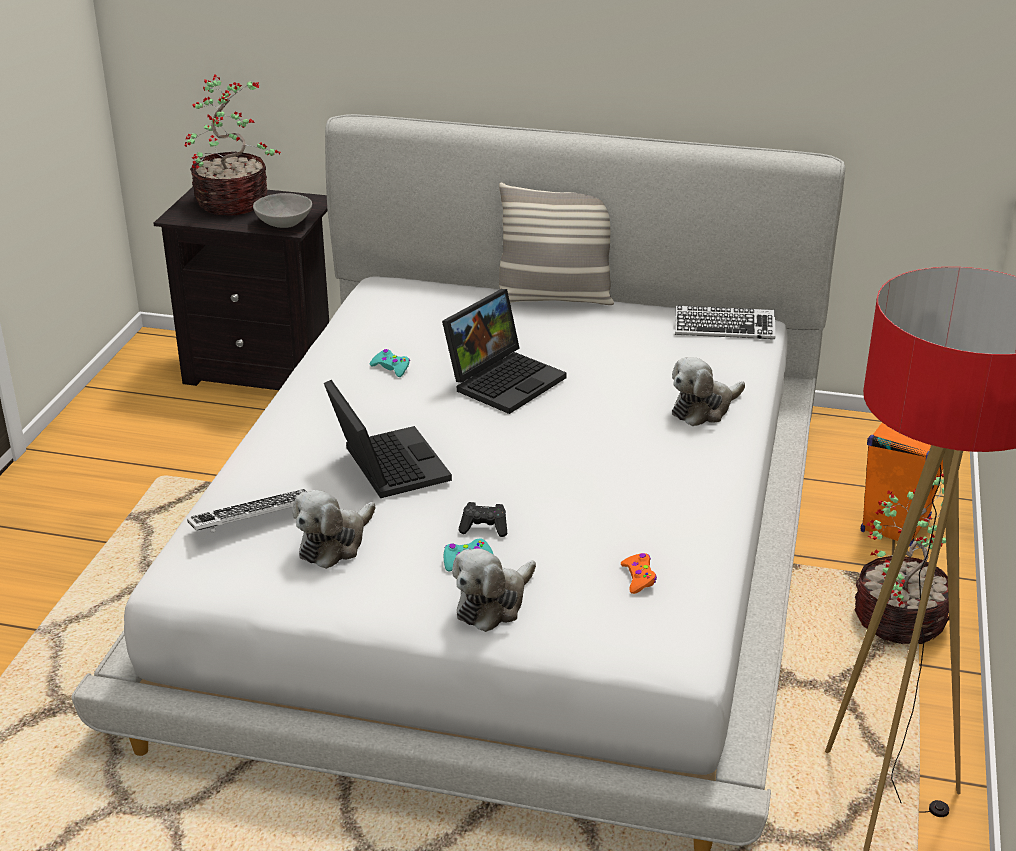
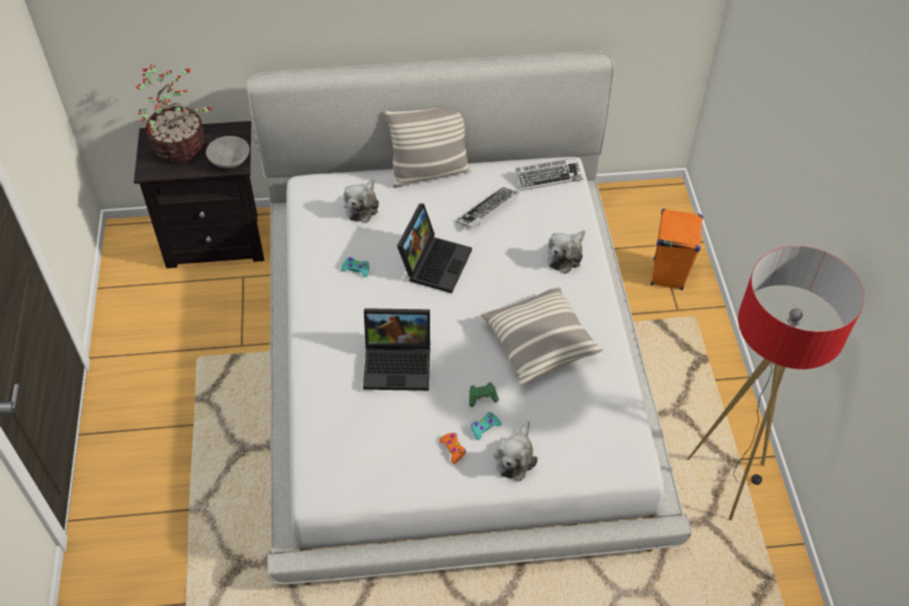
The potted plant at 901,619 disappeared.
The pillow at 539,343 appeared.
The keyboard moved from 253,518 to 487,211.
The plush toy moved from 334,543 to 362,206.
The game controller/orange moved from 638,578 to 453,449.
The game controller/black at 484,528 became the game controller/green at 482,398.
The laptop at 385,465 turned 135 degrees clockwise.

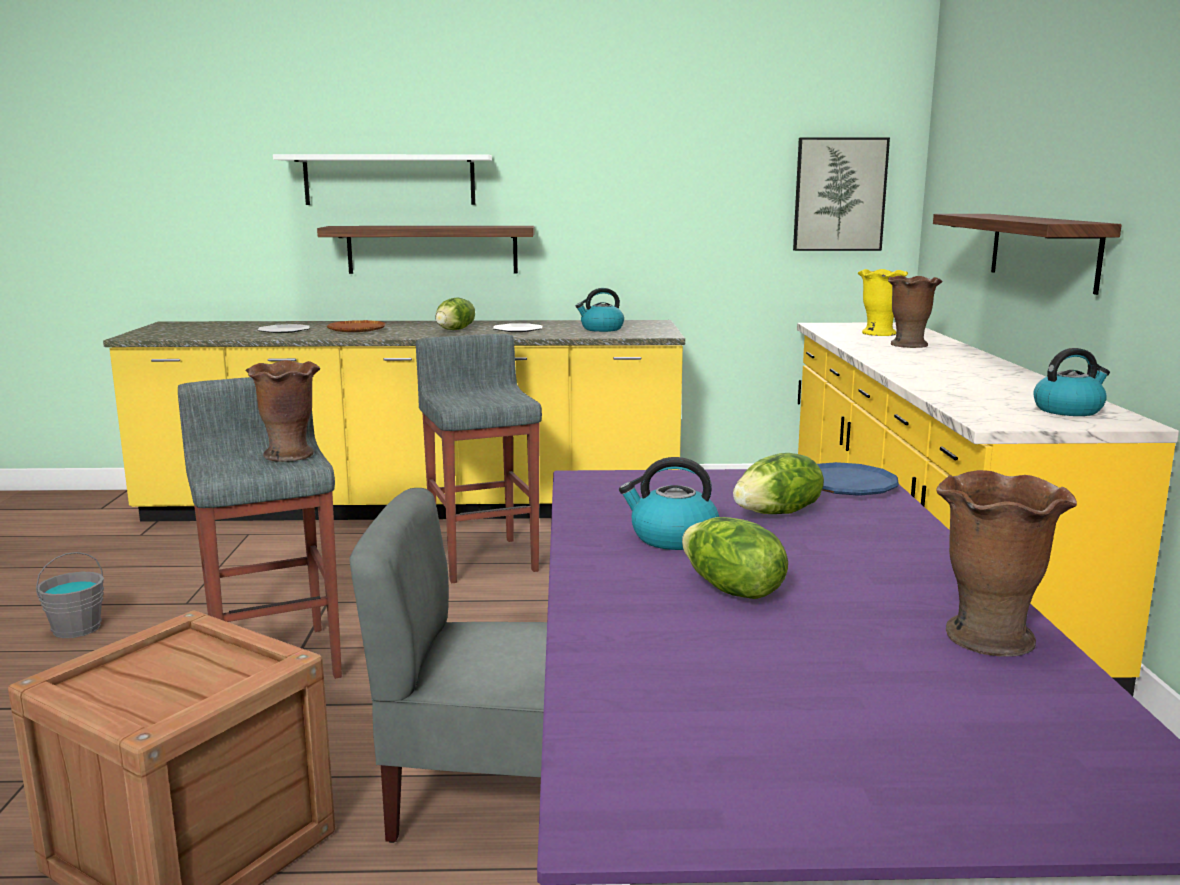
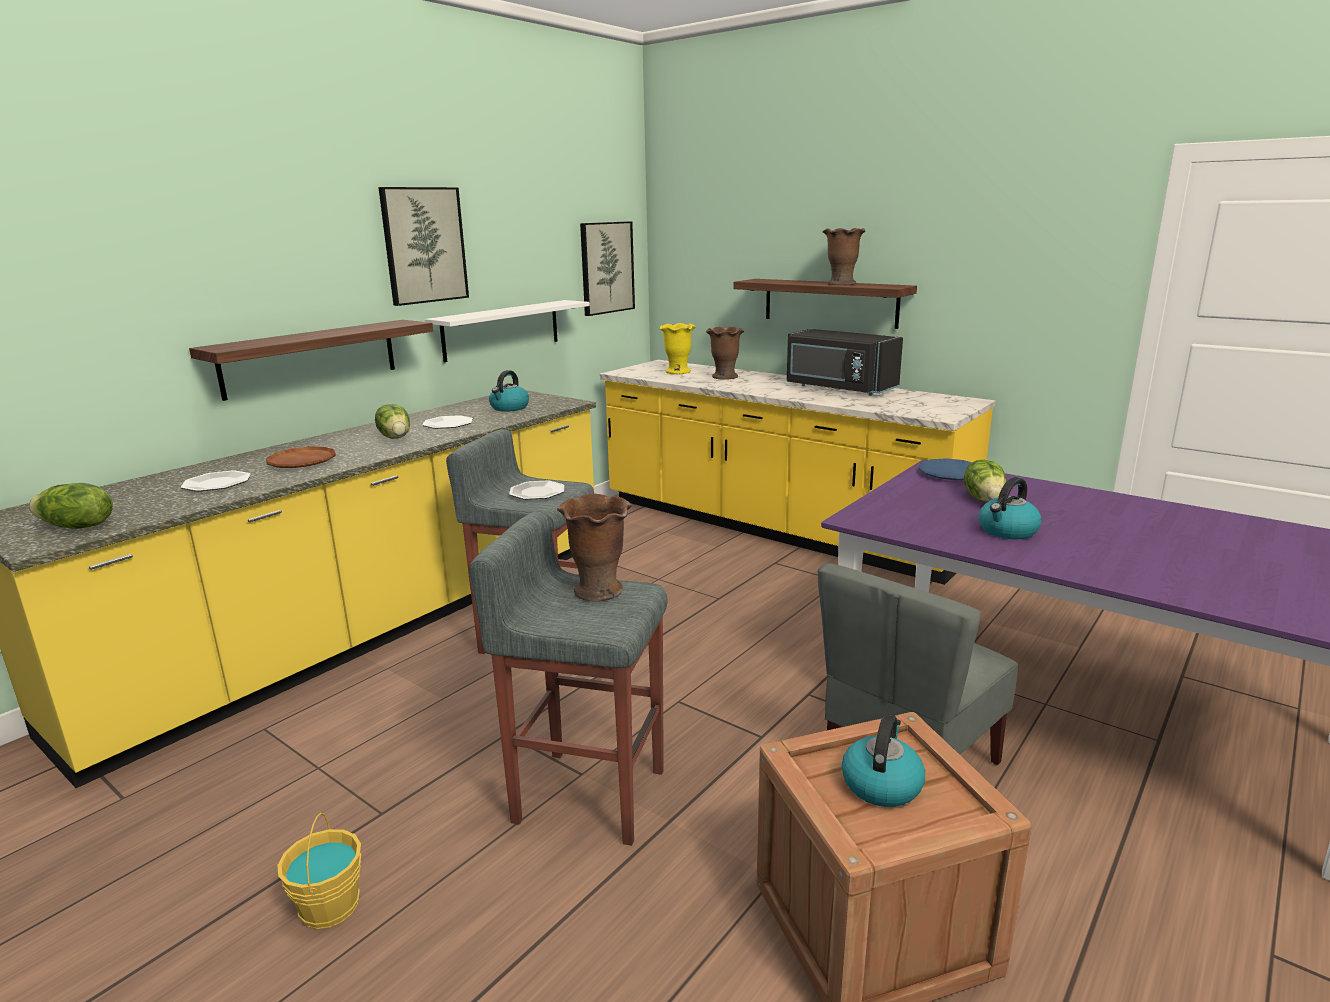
The picture at 424,245 appeared.
The plate at 537,492 appeared.
The microwave/black at 838,388 appeared.
The shelf/white moved from 389,180 to 502,330.
The lettuce moved from 730,589 to 77,527.
The vase/brown moved from 989,637 to 841,284.
The kettle moved from 1068,410 to 881,784.
The bucket/grey at 76,628 became the bucket/yellow at 329,906.

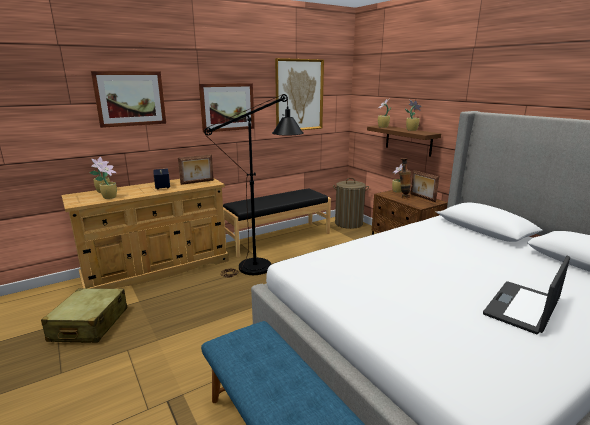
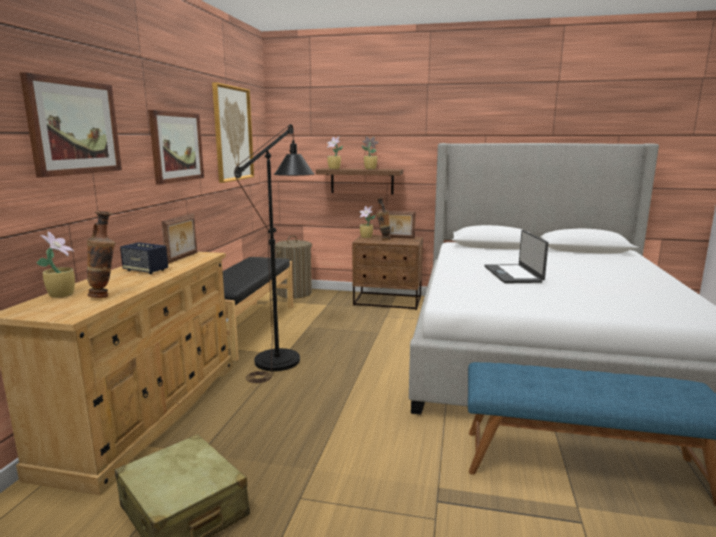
The laptop moved from 523,307 to 513,274.
The potted plant at 110,197 was replaced by the vase at 105,296.

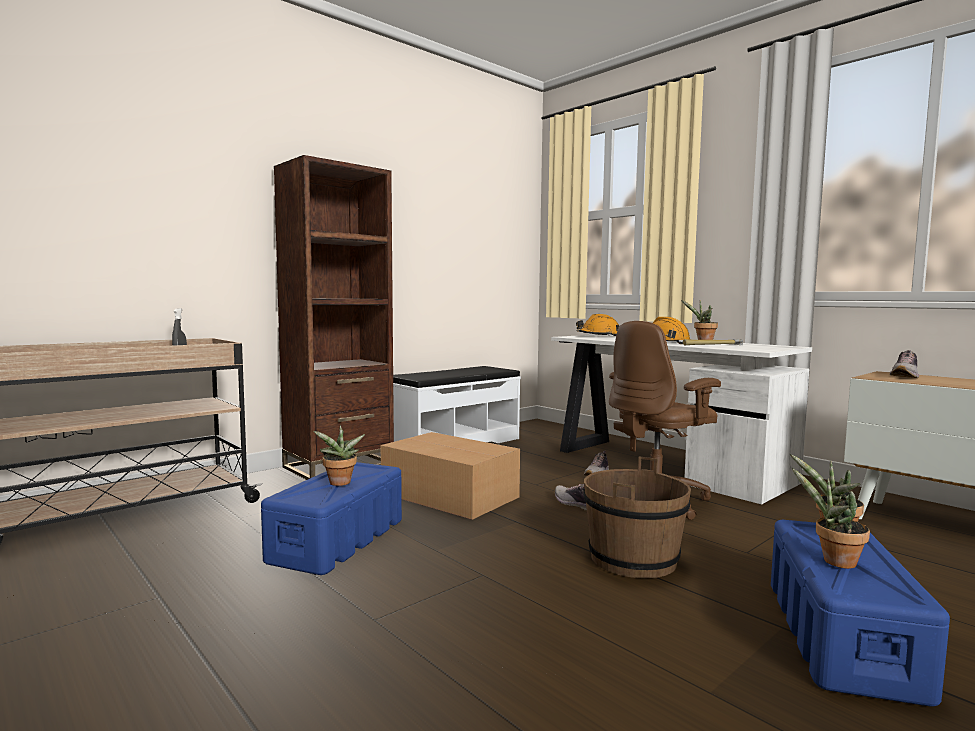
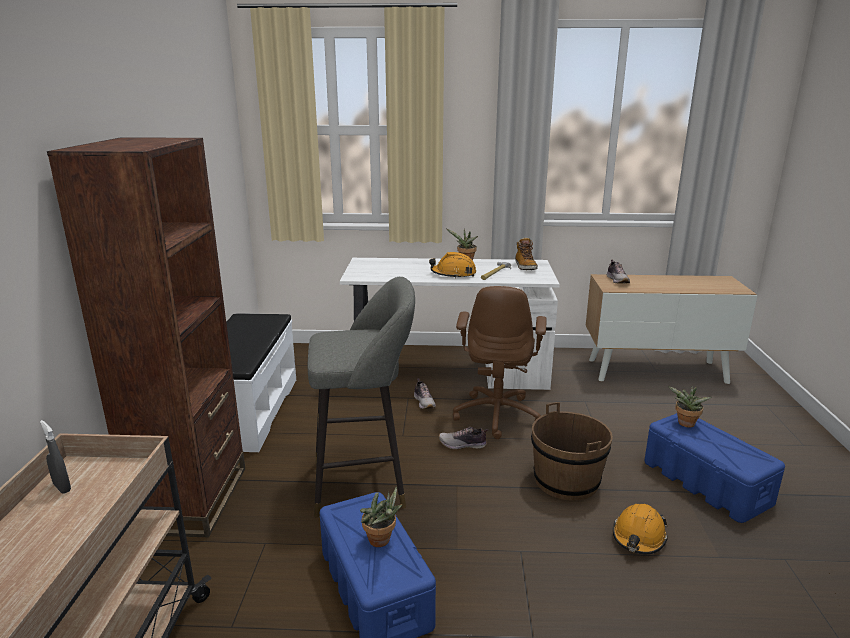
The potted plant at 834,561 disappeared.
The boot at 525,267 appeared.
The hard hat/orange moved from 598,336 to 638,537.
The cardboard box at 450,495 was replaced by the stool/grey at 365,483.

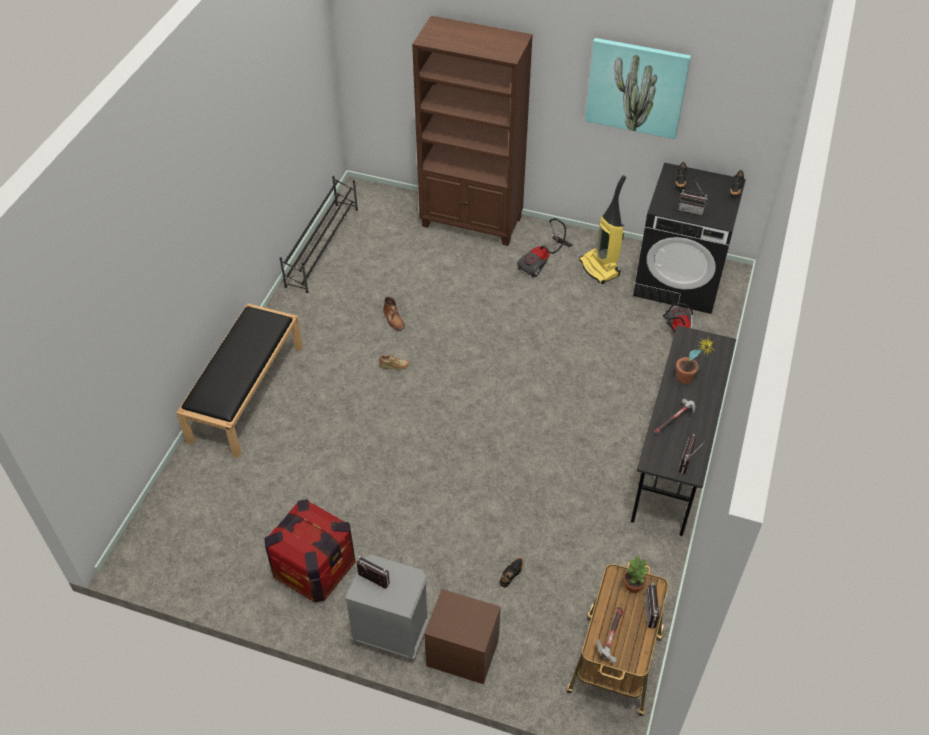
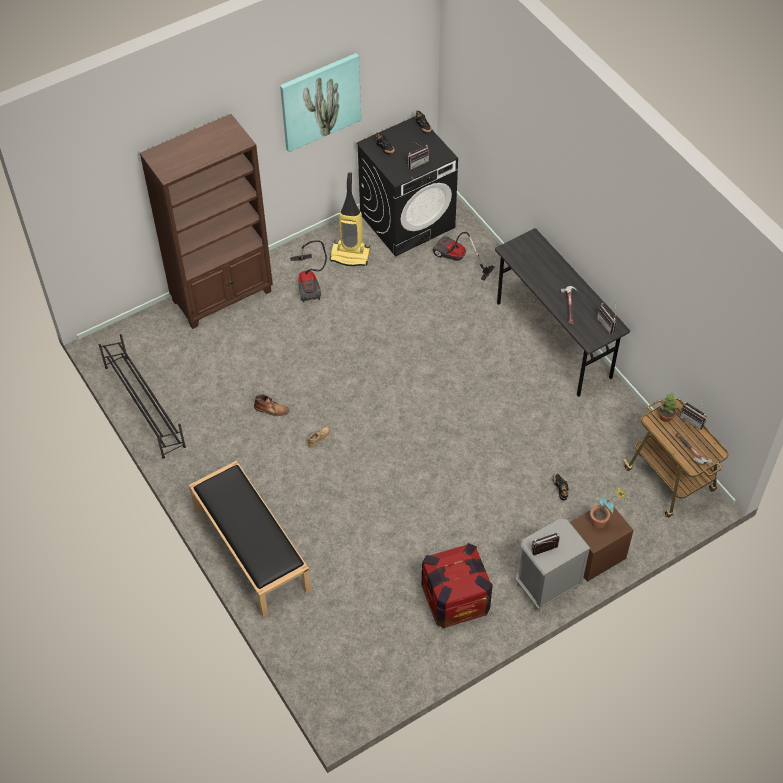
The potted plant moved from 687,381 to 603,523.

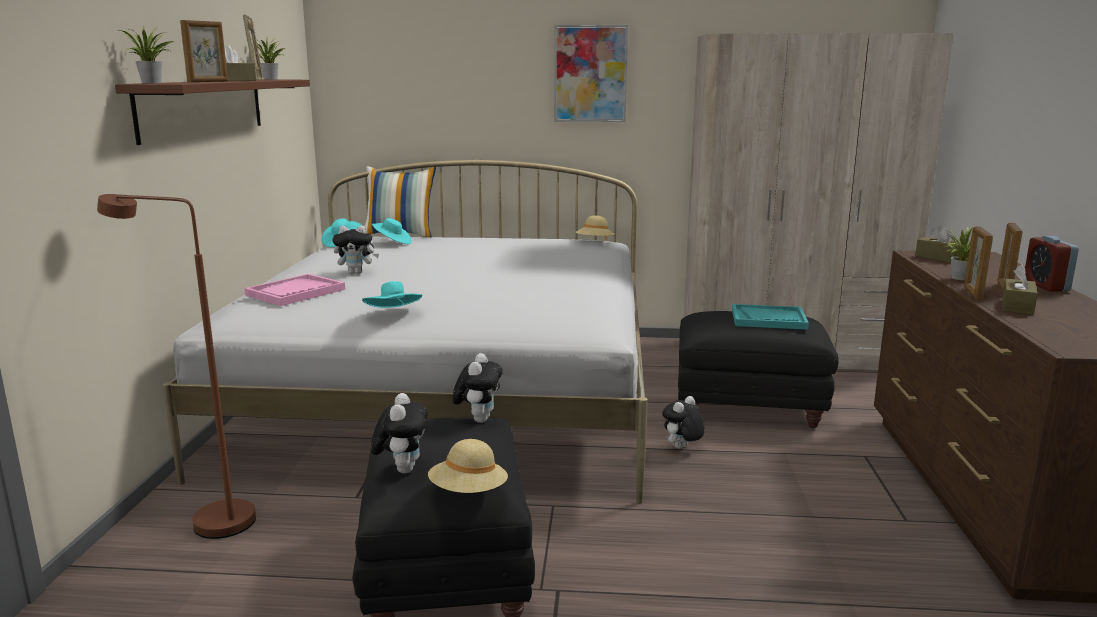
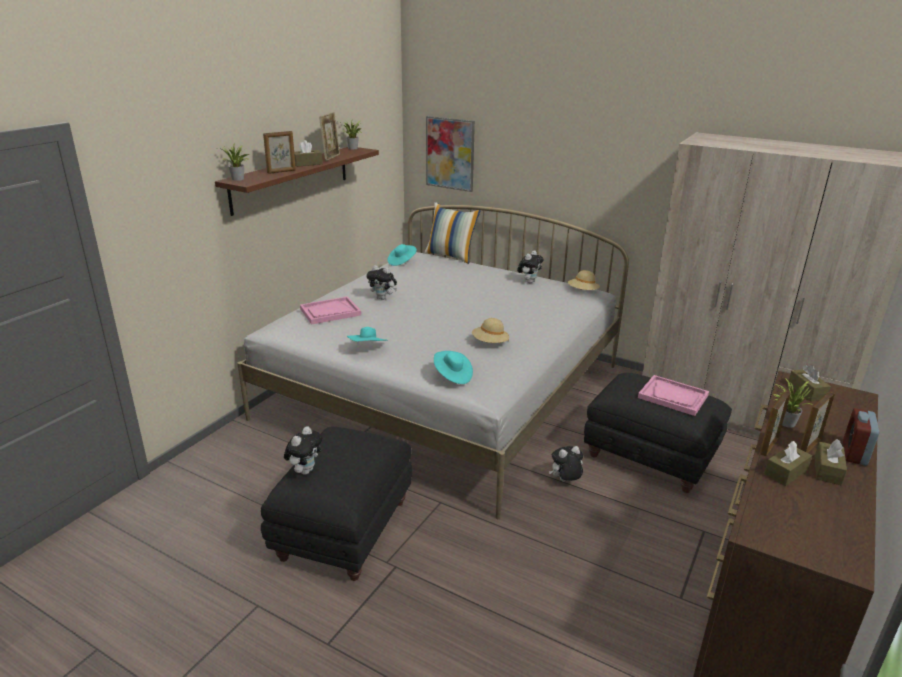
The floor lamp/brown at 208,521 disappeared.
The tissue box/brown at 827,470 appeared.
The hat/turquoise moved from 392,243 to 452,376.
The hat/beige moved from 468,493 to 490,343.
The plush toy moved from 478,419 to 529,281.
The picture moved from 590,74 to 450,153.
The tray/turquoise at 768,319 became the tray/pink at 673,397.

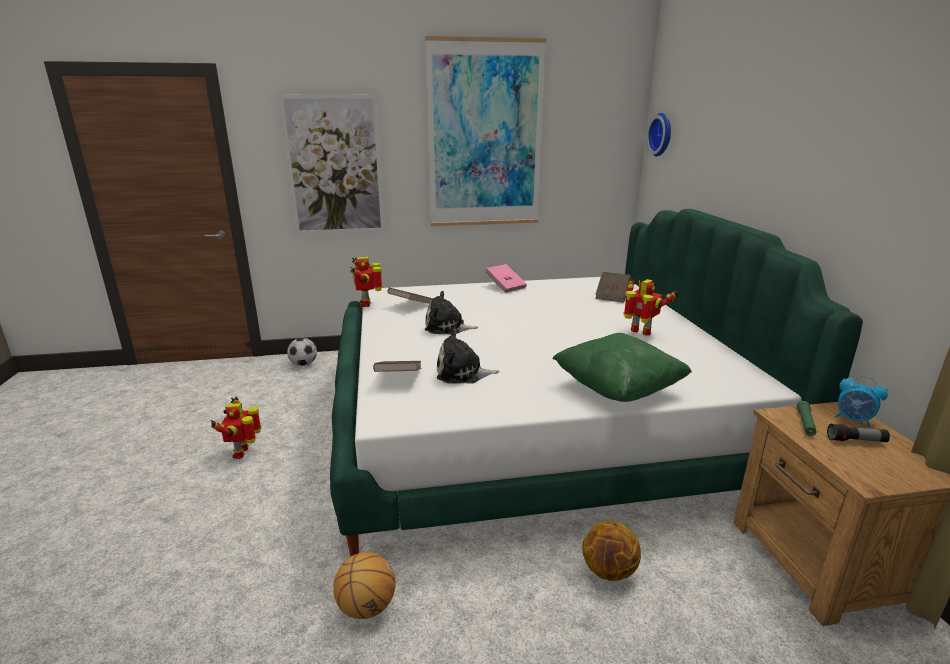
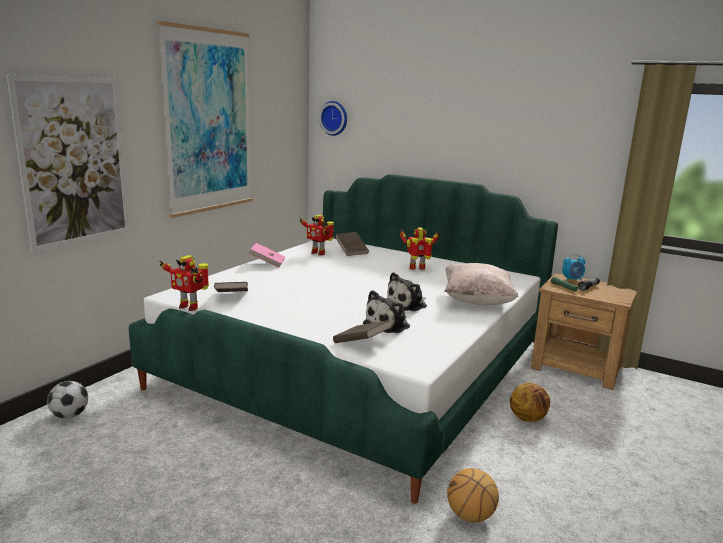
The toy robot moved from 243,452 to 318,253.
The plush toy moved from 447,327 to 408,304.
The pillow/green at 618,389 became the pillow/beige at 477,301.

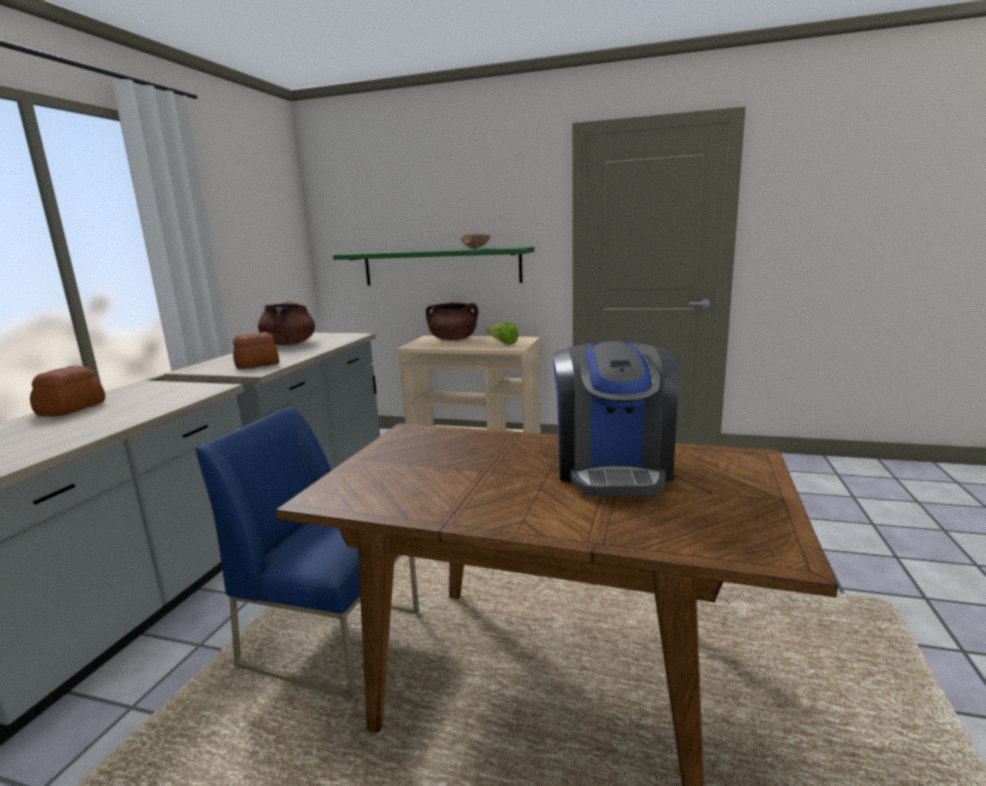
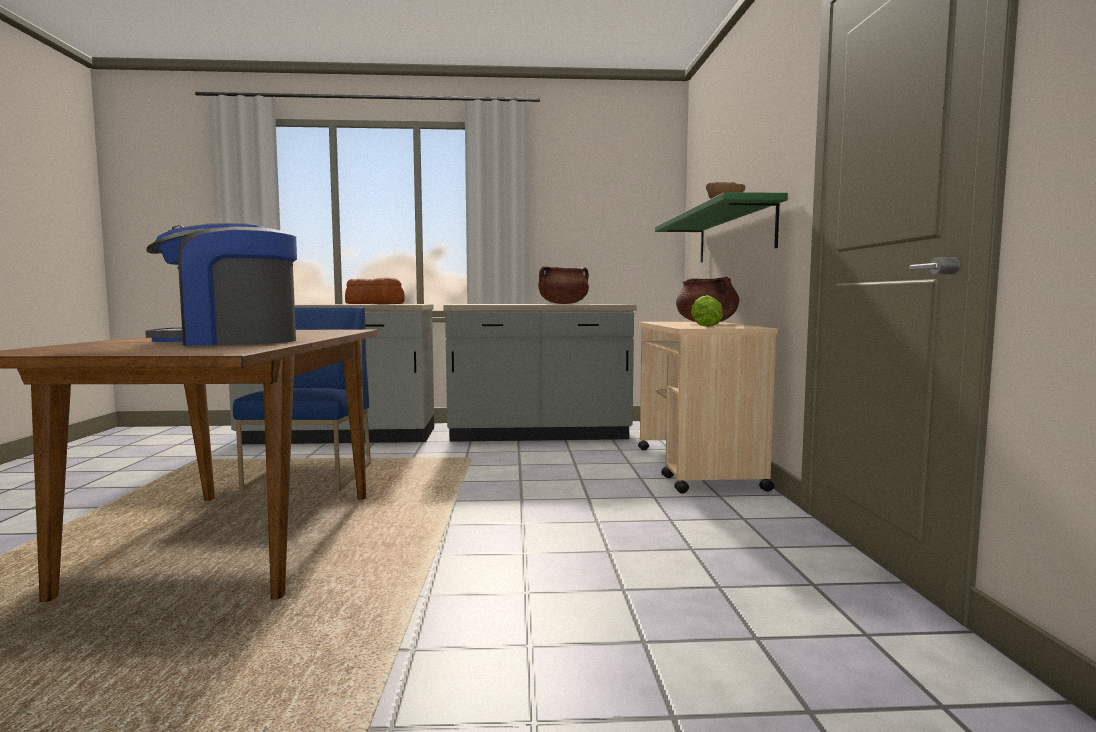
The bread moved from 256,365 to 386,304.

